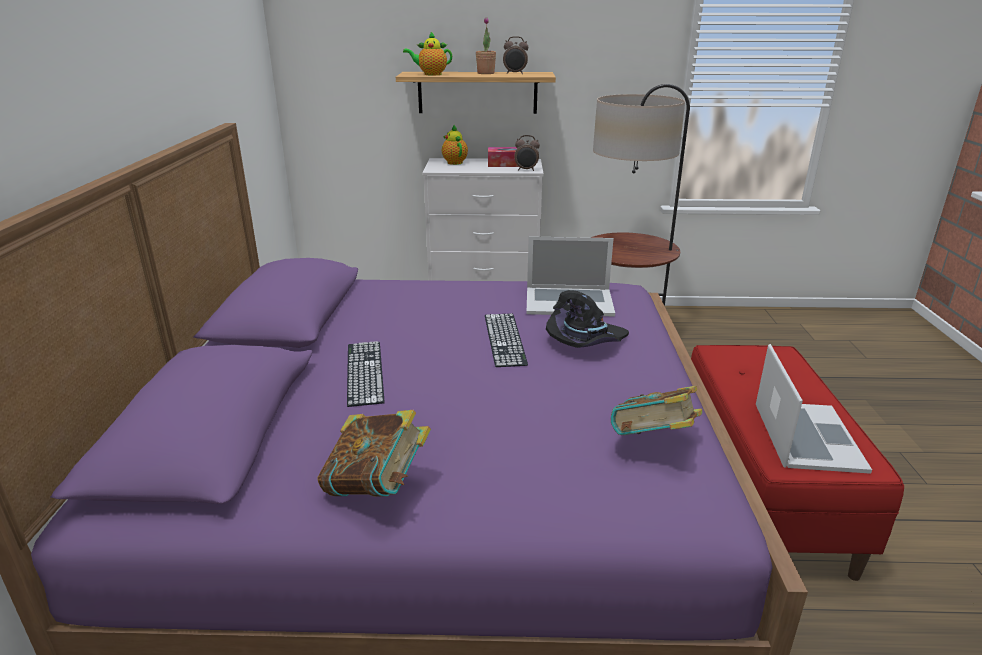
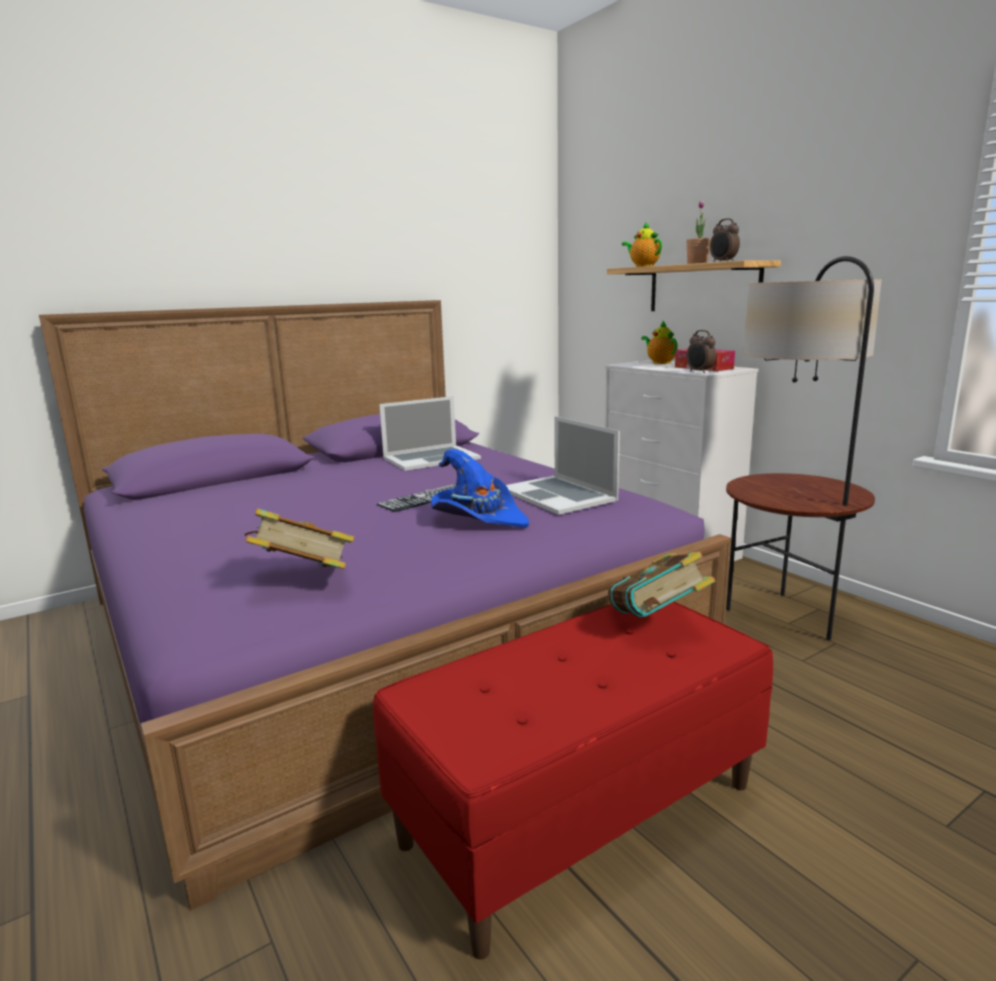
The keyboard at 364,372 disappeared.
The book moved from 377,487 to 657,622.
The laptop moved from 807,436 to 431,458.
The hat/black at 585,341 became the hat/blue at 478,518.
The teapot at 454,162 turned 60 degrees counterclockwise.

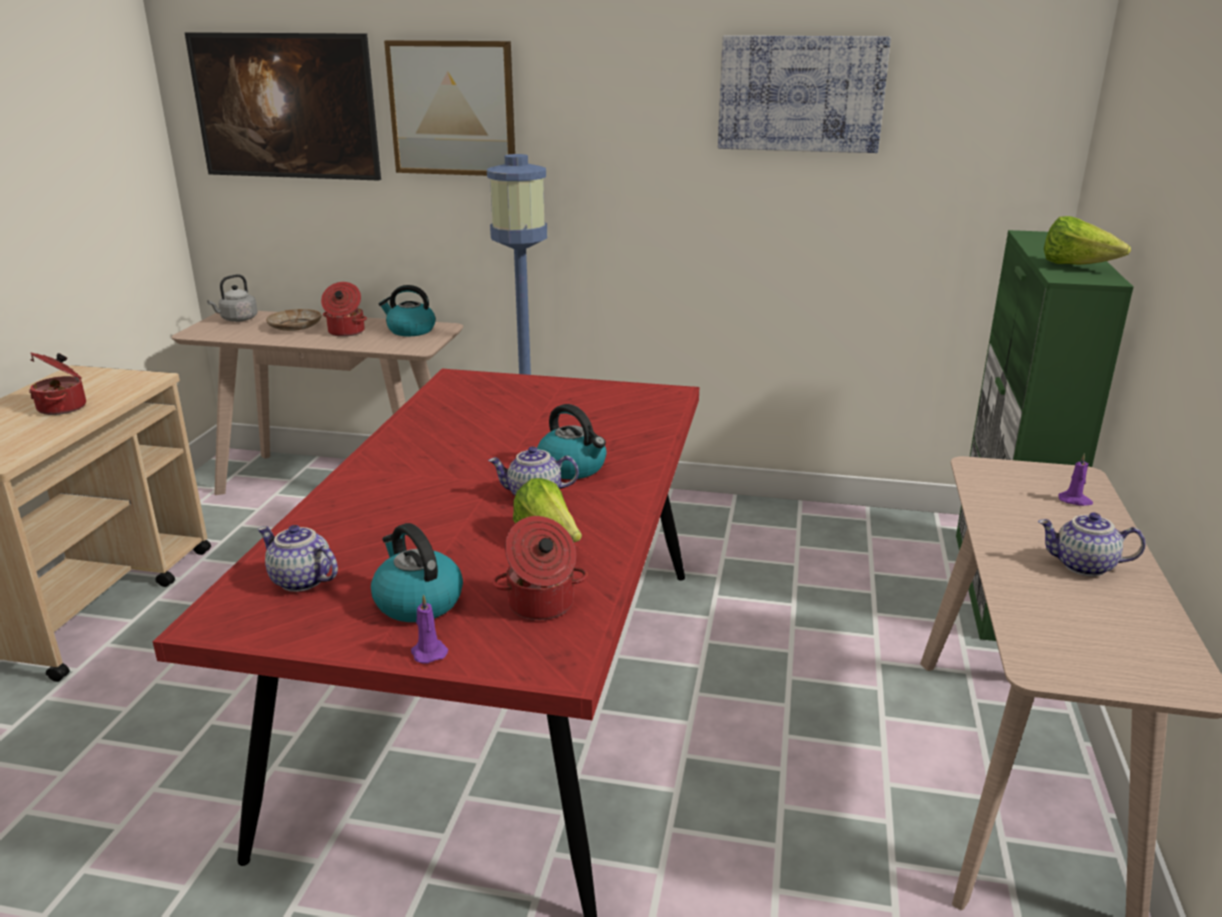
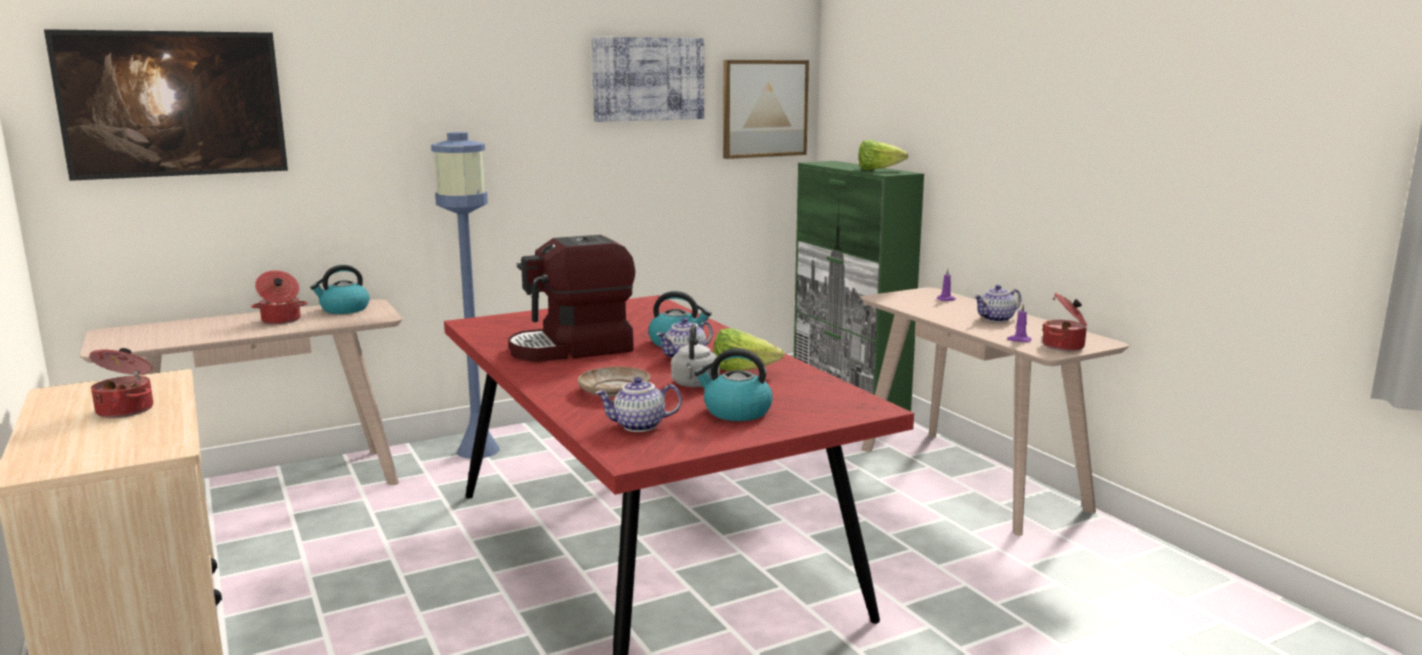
The coffee machine at 573,348 appeared.
The kettle/grey moved from 237,319 to 694,384.
The plate/beige moved from 295,326 to 614,391.
The picture moved from 453,108 to 764,108.
The candle/purple moved from 428,652 to 1019,340.
The cooking pot moved from 541,605 to 1064,346.

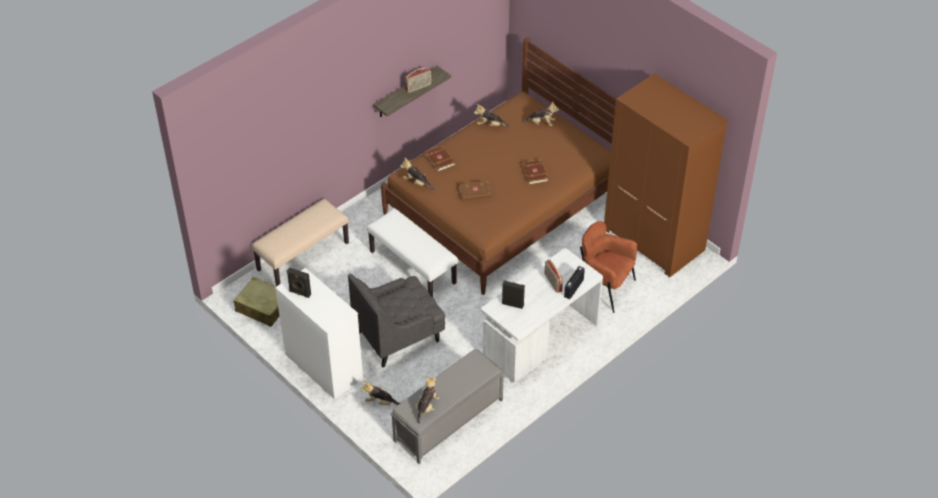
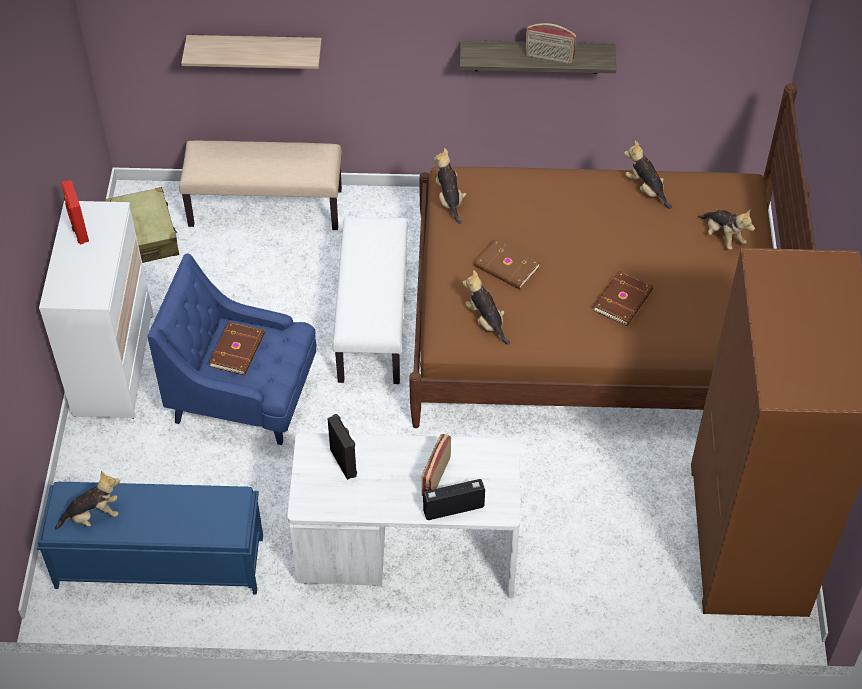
The armchair/brown at 604,288 disappeared.
The shelf at 255,51 appeared.
The plush toy moved from 380,402 to 486,321.
The book/brown moved from 440,159 to 238,350.
The speaker/black at 299,293 became the speaker/red at 78,230.
The armchair/grey at 399,336 became the armchair/blue at 244,397.
The bench/grey at 448,421 became the bench/blue at 158,562.

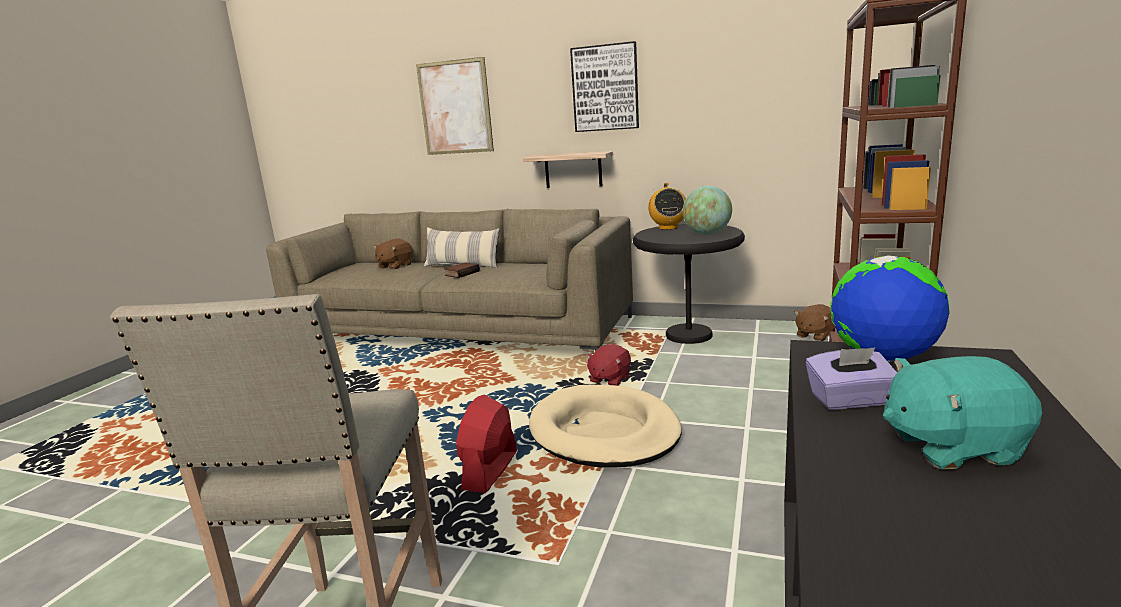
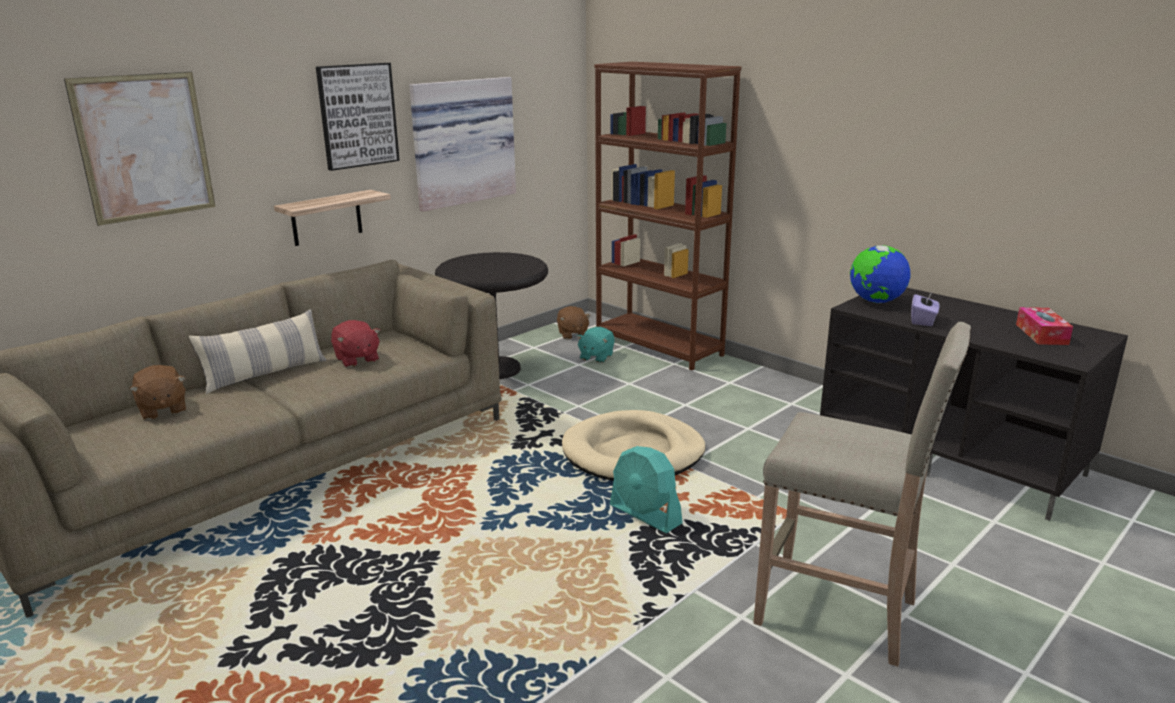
The book at 462,273 disappeared.
The radio at 668,228 disappeared.
The globe at 707,234 disappeared.
The picture at 461,142 appeared.
The tissue box at 1041,334 appeared.
The plush toy/red moved from 609,379 to 356,359.
The plush toy/turquoise moved from 951,446 to 596,357.
The fan/red at 490,471 became the fan/turquoise at 645,515.

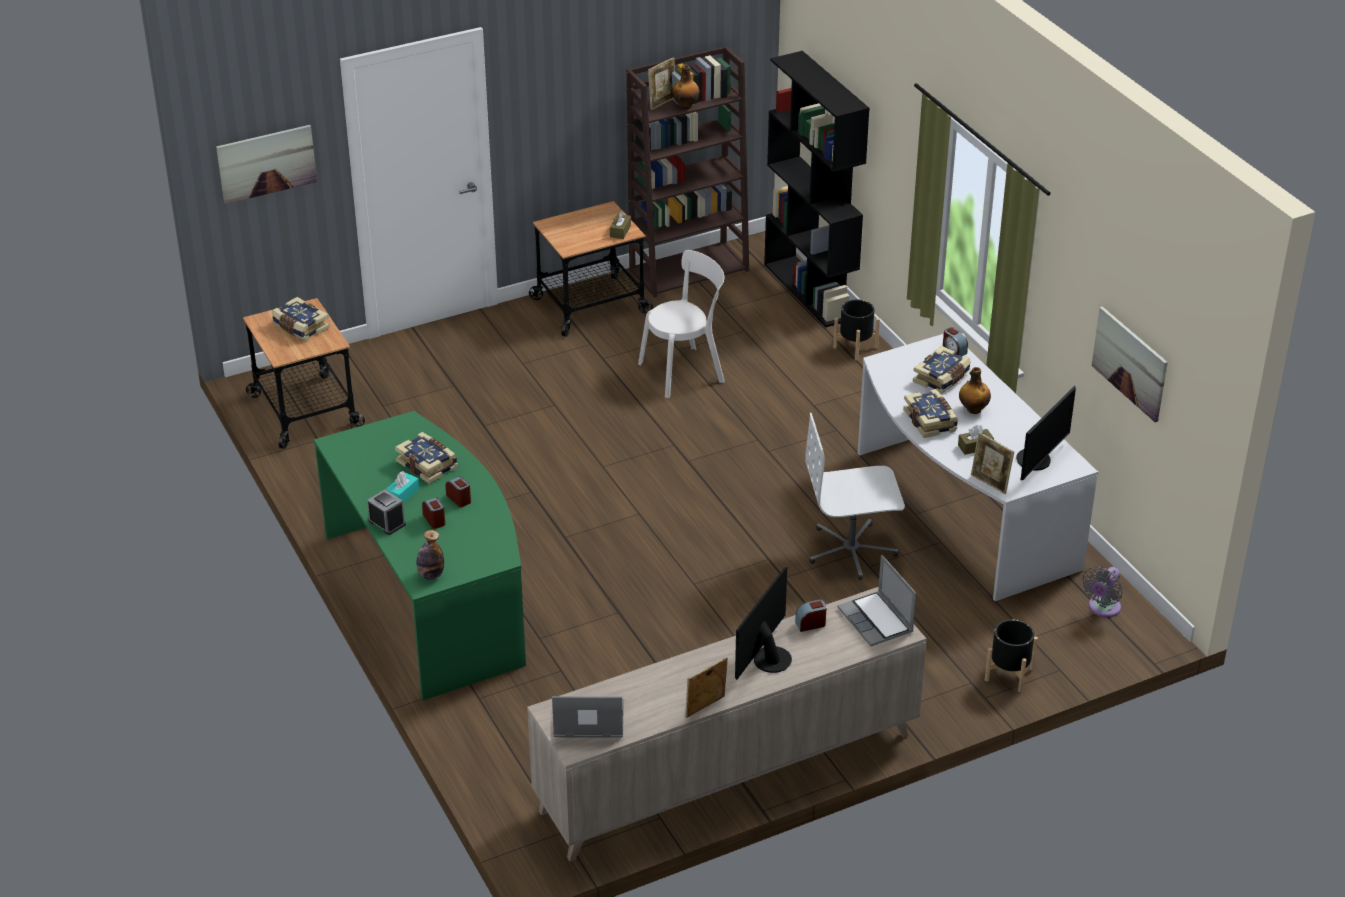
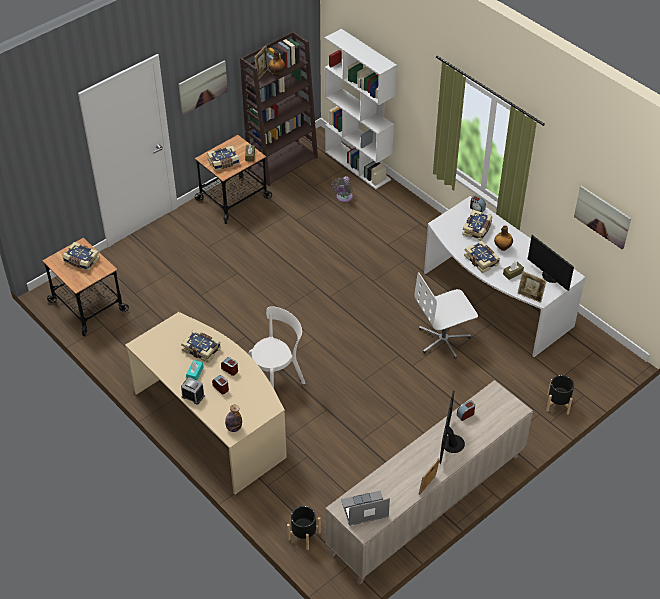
The laptop at 877,621 disappeared.
The book at 224,163 appeared.
The picture moved from 266,163 to 203,87.
The chair/white moved from 685,371 to 277,379.
The planter/black moved from 855,347 to 303,535.
The fan/grey moved from 1102,609 to 343,198.
The desk/green at 430,596 became the desk/beige at 213,422.
The bookcase/black at 810,291 became the bookcase/white at 358,165.
The monitor at 1037,461 turned 120 degrees clockwise.

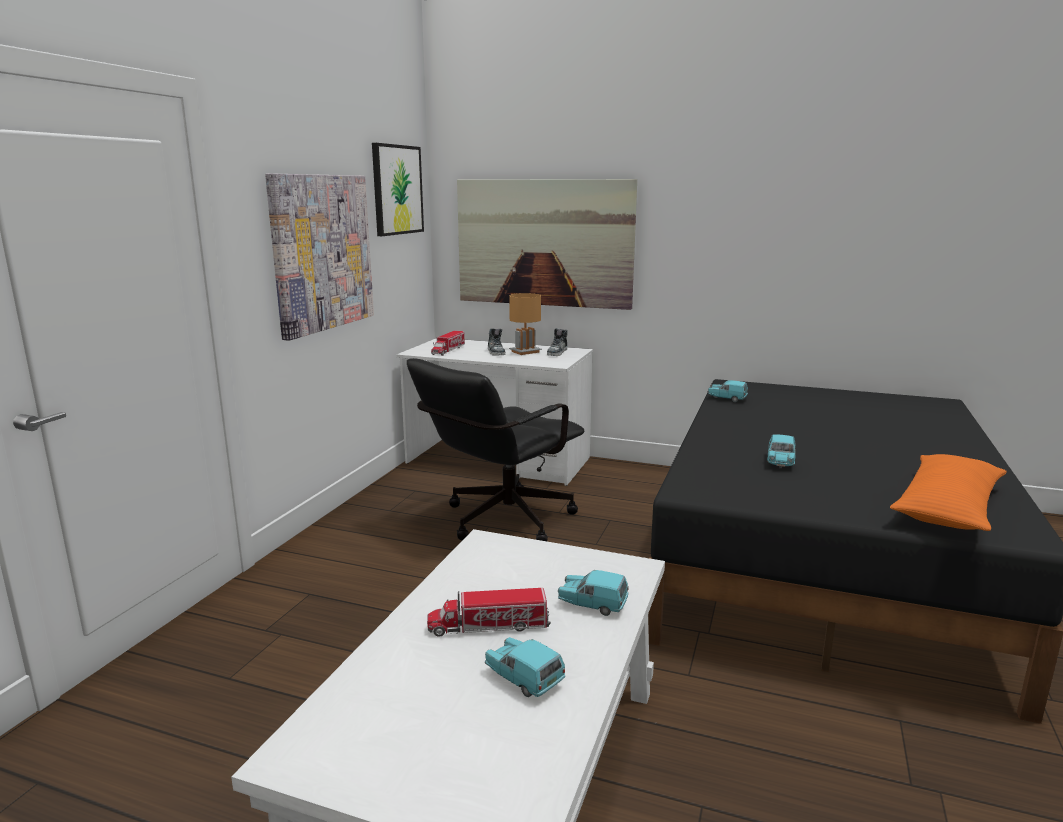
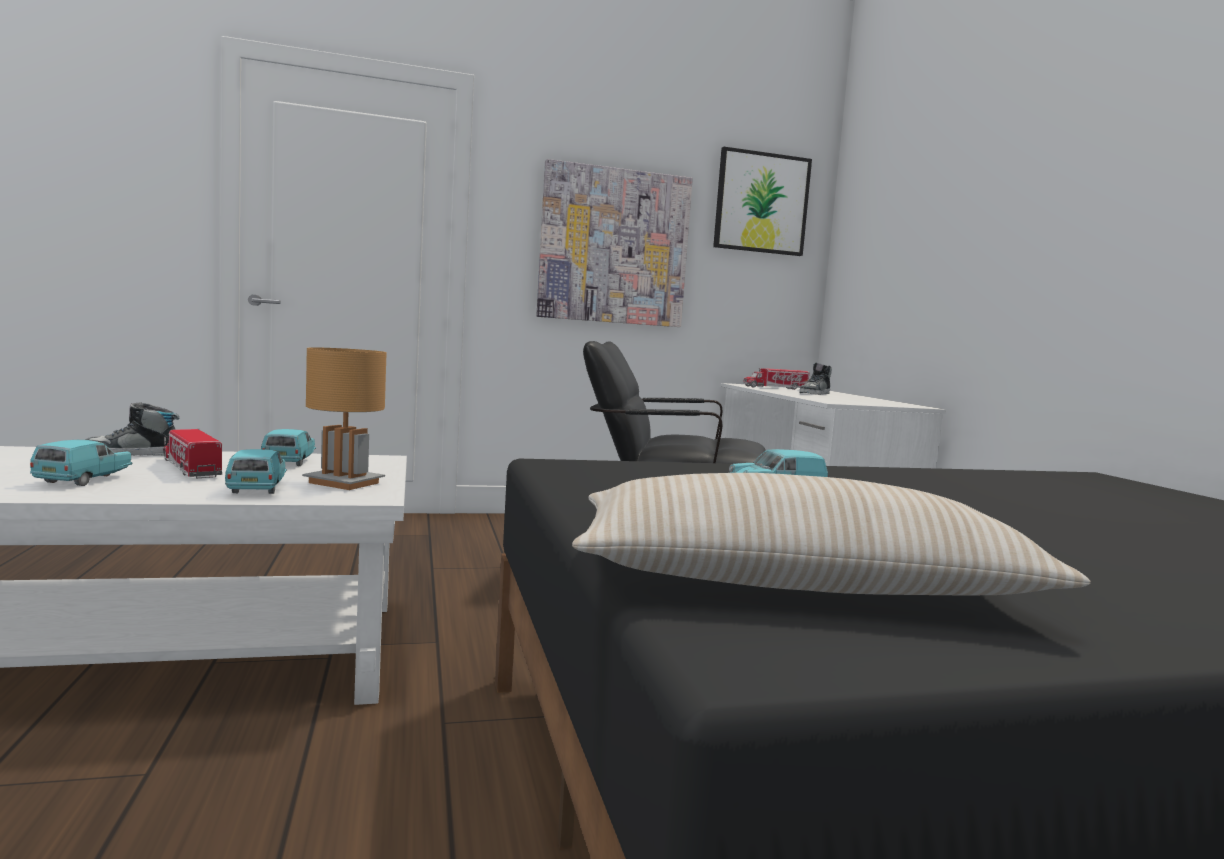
The picture at 544,243 disappeared.
The table lamp/brown moved from 525,352 to 343,483.
The shoe moved from 557,353 to 131,453.
The toy car/turquoise moved from 727,399 to 289,462.
The pillow/orange at 948,507 became the pillow/beige at 797,584.

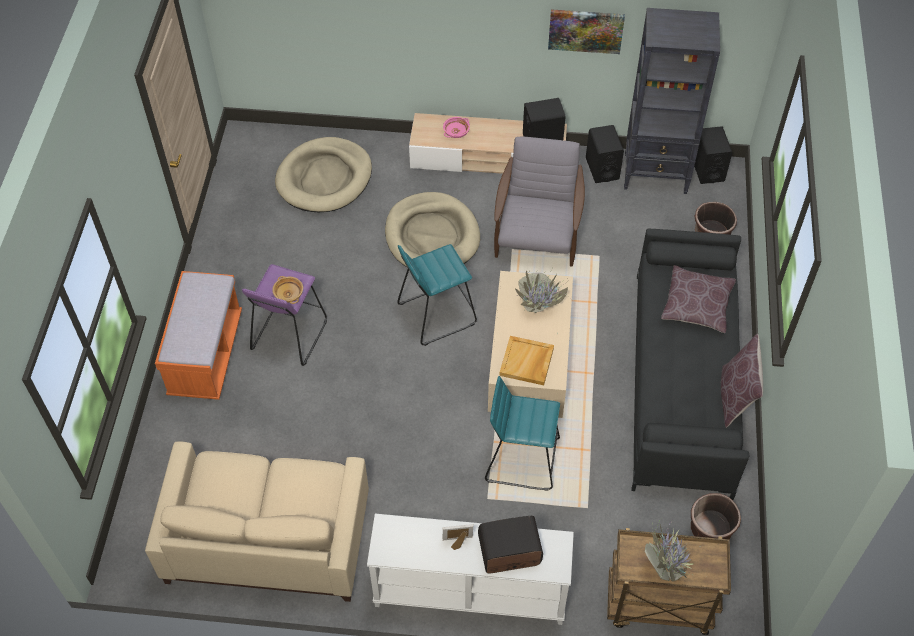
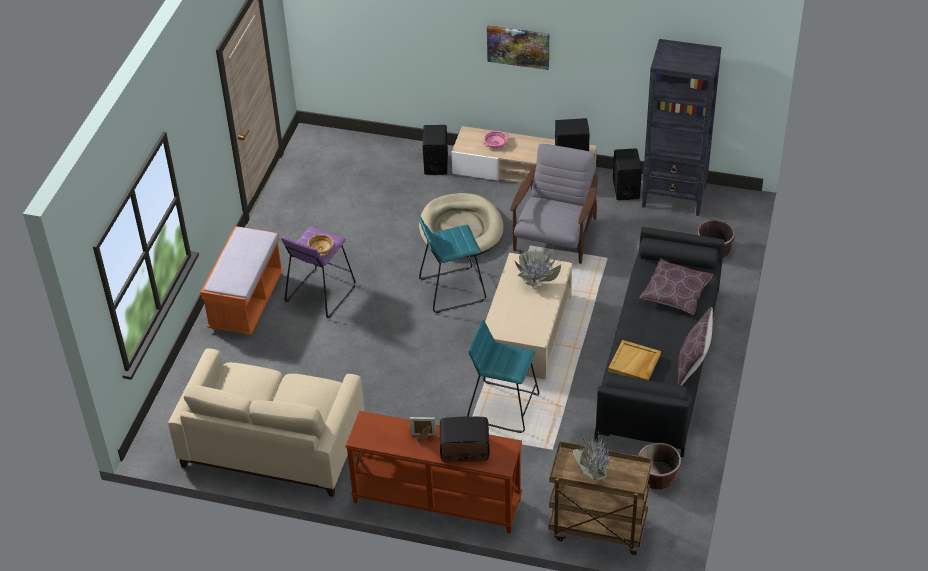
The dog bed/beige at 324,178 disappeared.
The tray/beige moved from 527,362 to 634,363.
The picture moved from 585,30 to 518,46.
The speaker/black moved from 707,169 to 436,164.
The console table/white at 469,593 became the console table/brown at 436,501.

